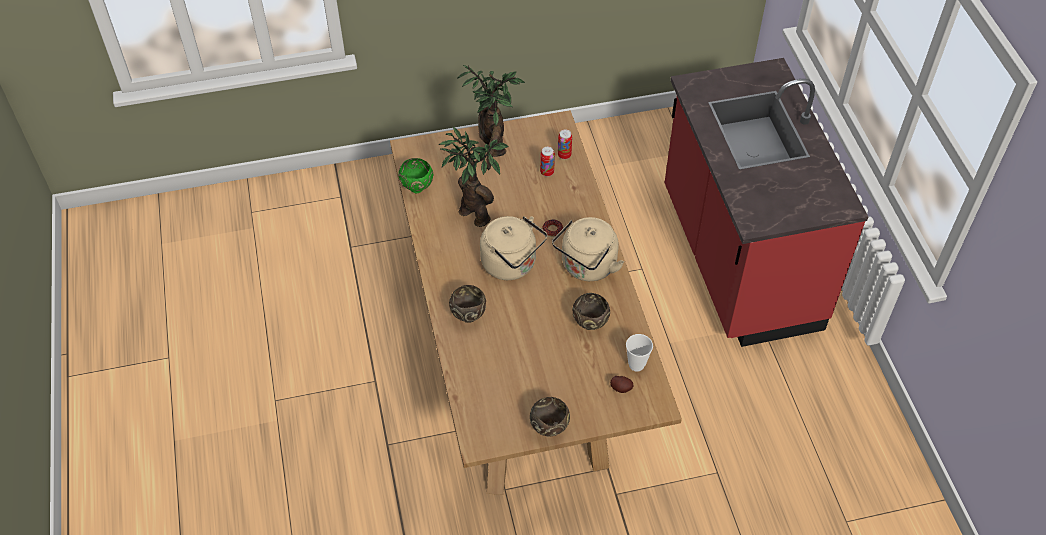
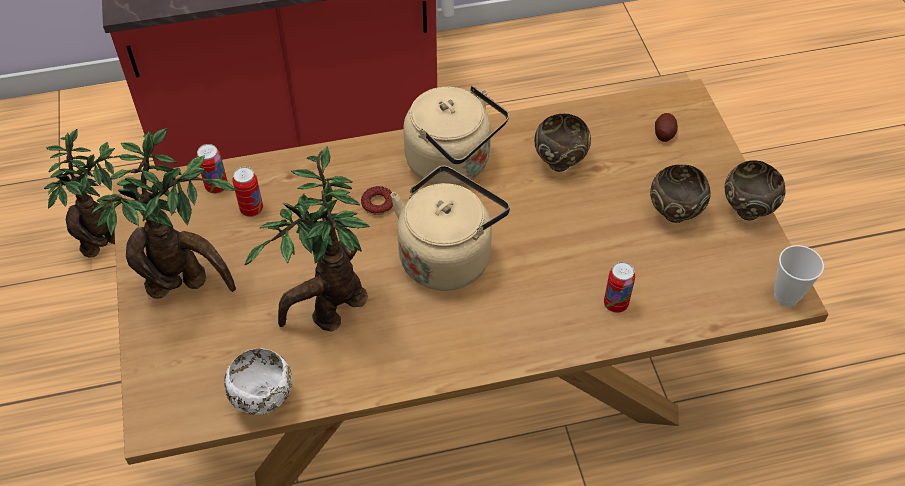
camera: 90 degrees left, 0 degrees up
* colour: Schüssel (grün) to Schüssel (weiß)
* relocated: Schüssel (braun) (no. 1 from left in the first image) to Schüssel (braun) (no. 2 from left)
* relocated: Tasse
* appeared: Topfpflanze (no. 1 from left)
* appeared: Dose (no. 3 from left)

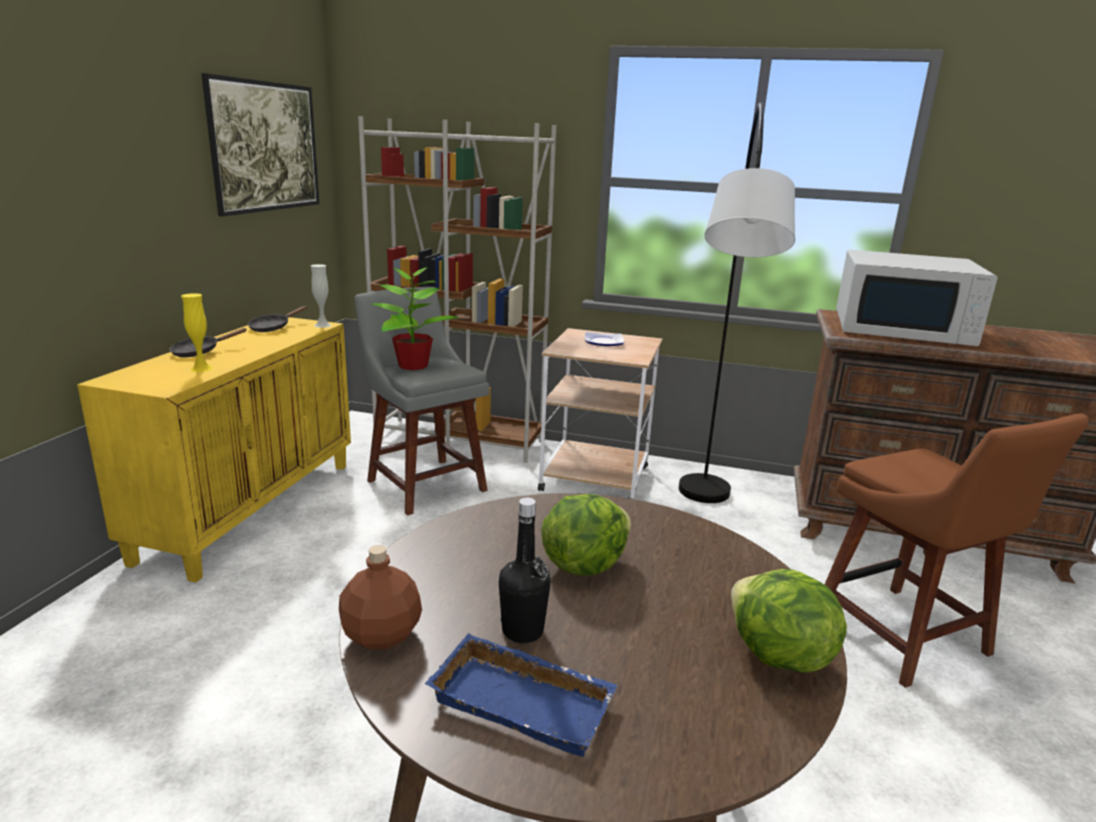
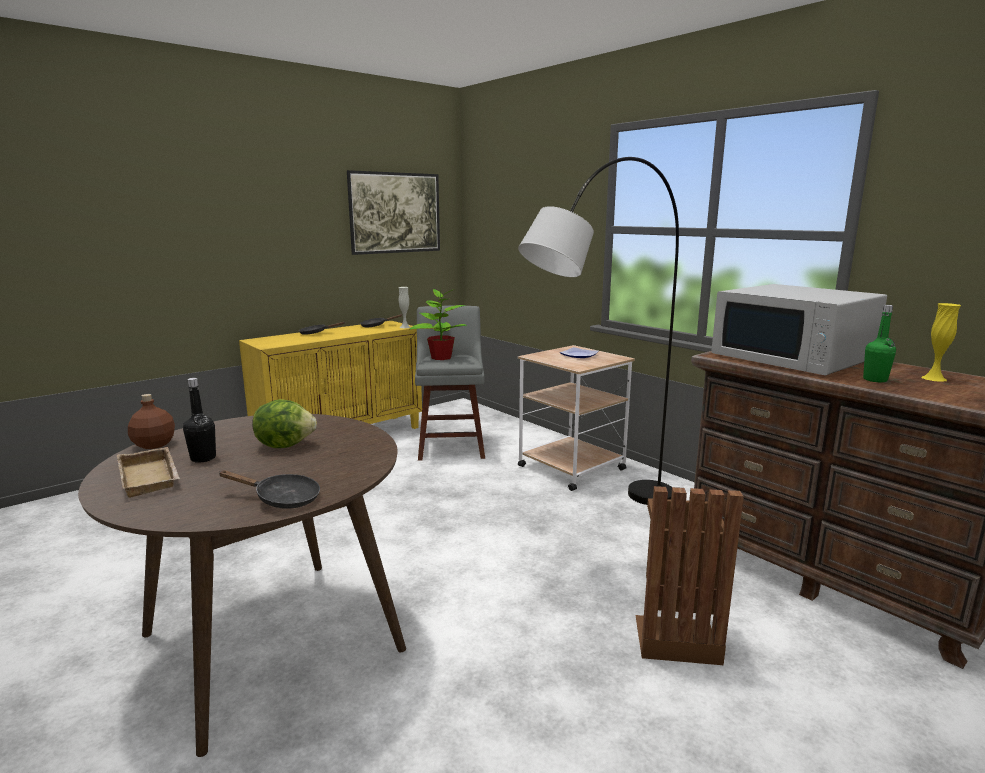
camera: 35 degrees right, 5 degrees down
* relocated: Vase (gelb)
* missing: Bücherregal (braun)
* colour: Tablett (blau) to Tablett (beige)
* exchanged: Salatkopf (no. 2 from left) to Pfanne (schwarz) (no. 1 from left)
* exchanged: Hocker (braun) to Mülleimer (braun)
* appeared: Flasche (grün)

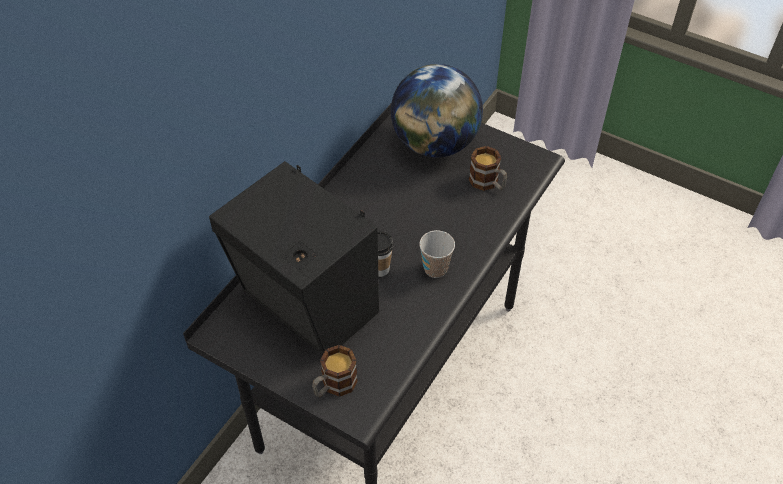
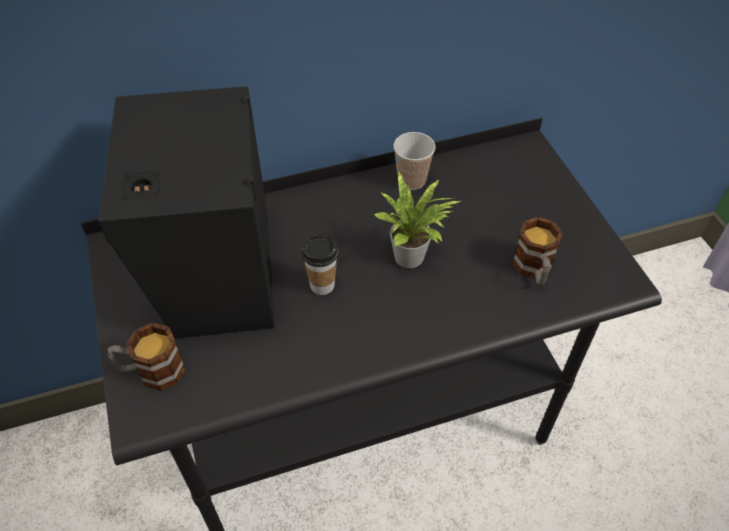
camera: 40 degrees right, 0 degrees up
* missing: Globus
* relocated: Tasse (no. 2 from left)
* appeared: Topfpflanze

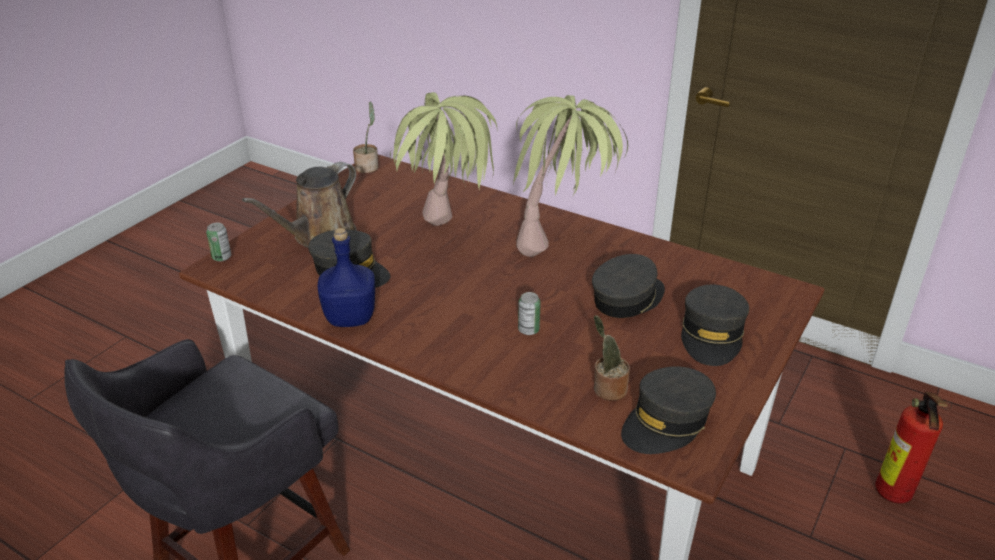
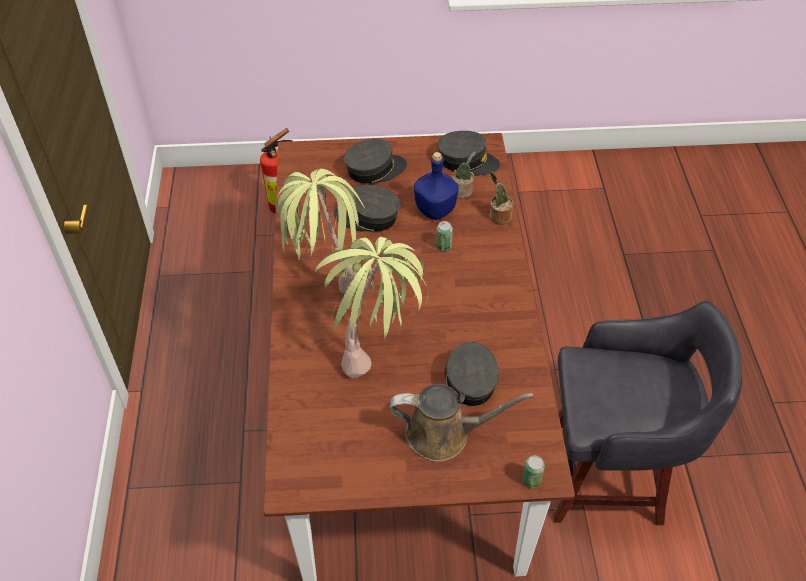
camera: 125 degrees left, 15 degrees up
* relocated: Flasche (blau)
* relocated: Topfpflanze (no. 1 from left in the first image) to Topfpflanze (no. 4 from left)

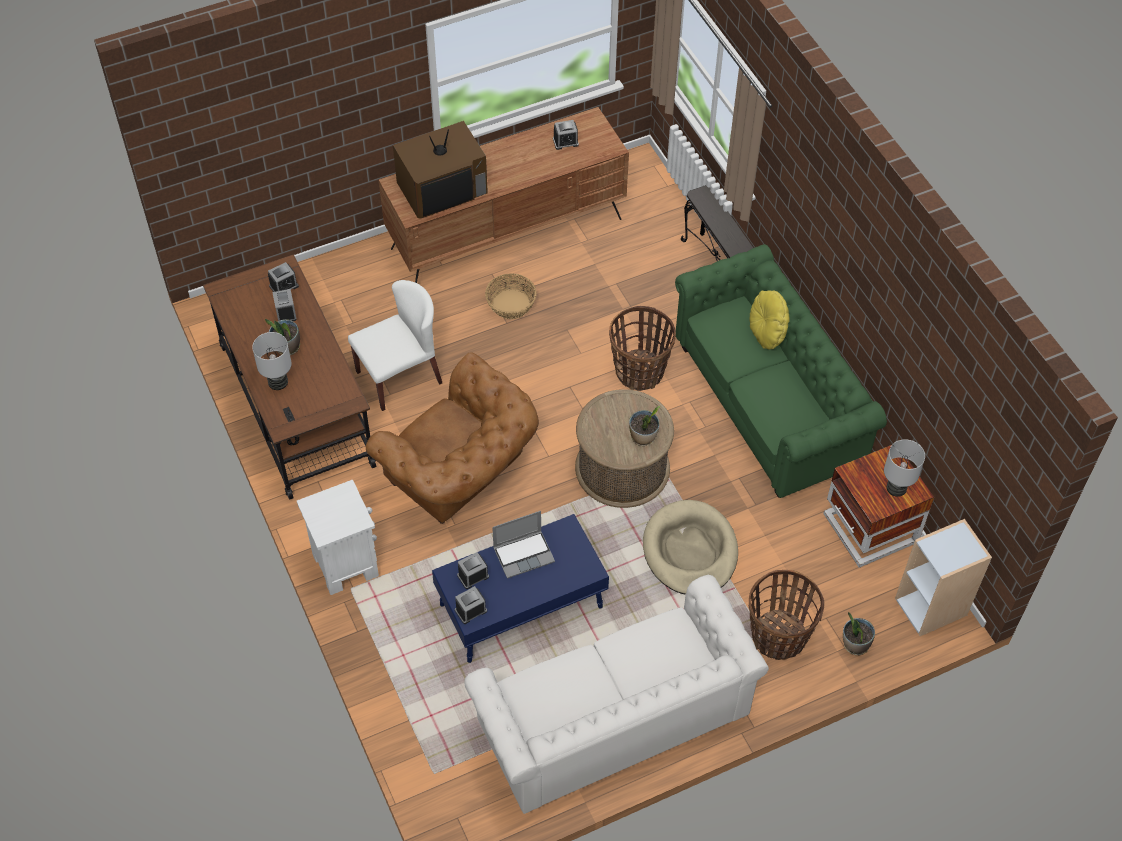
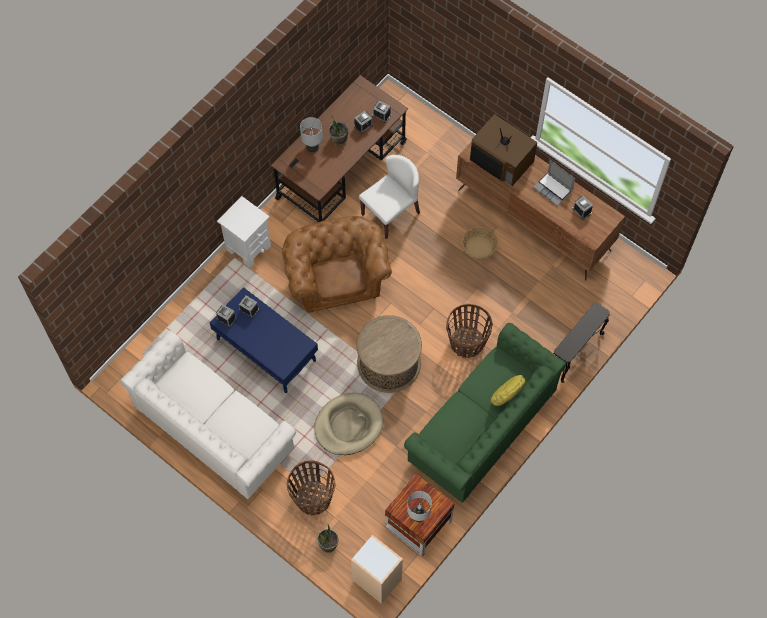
camera: 65 degrees right, 10 degrees up
* spun: Stuhl (weiß) 75 degrees counterclockwise
* spun: Sessel (braun) 150 degrees clockwise
* relocated: Laptop
* missing: Topfpflanze (no. 2 from left)

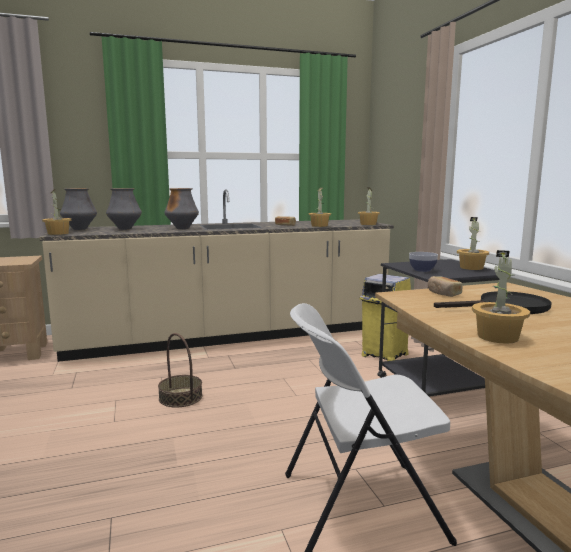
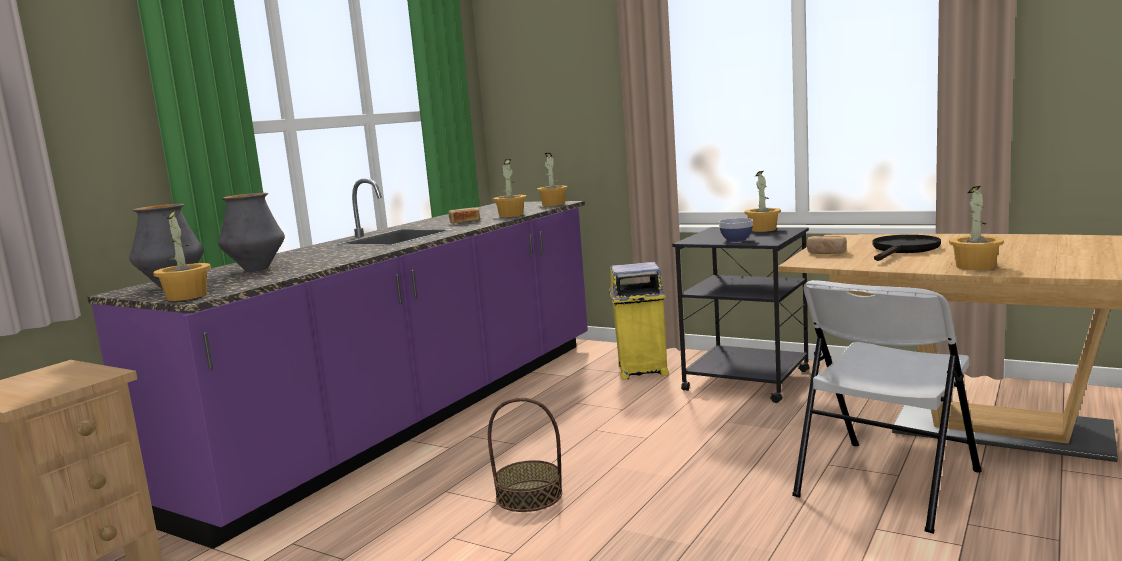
camera: 40 degrees left, 0 degrees up
* colour: Küchenzeile (beige) to Küchenzeile (lila)
* missing: Vase (no. 3 from left)

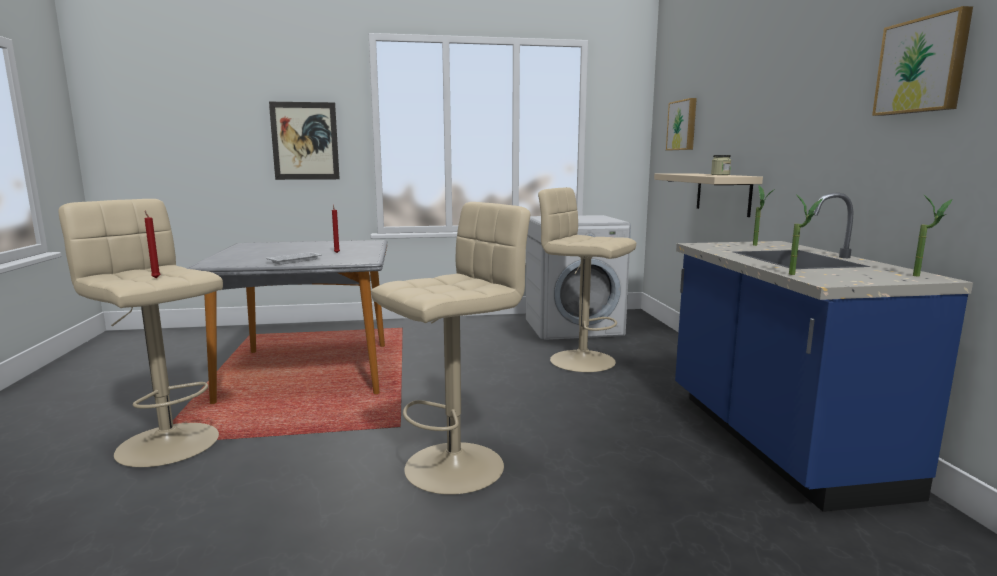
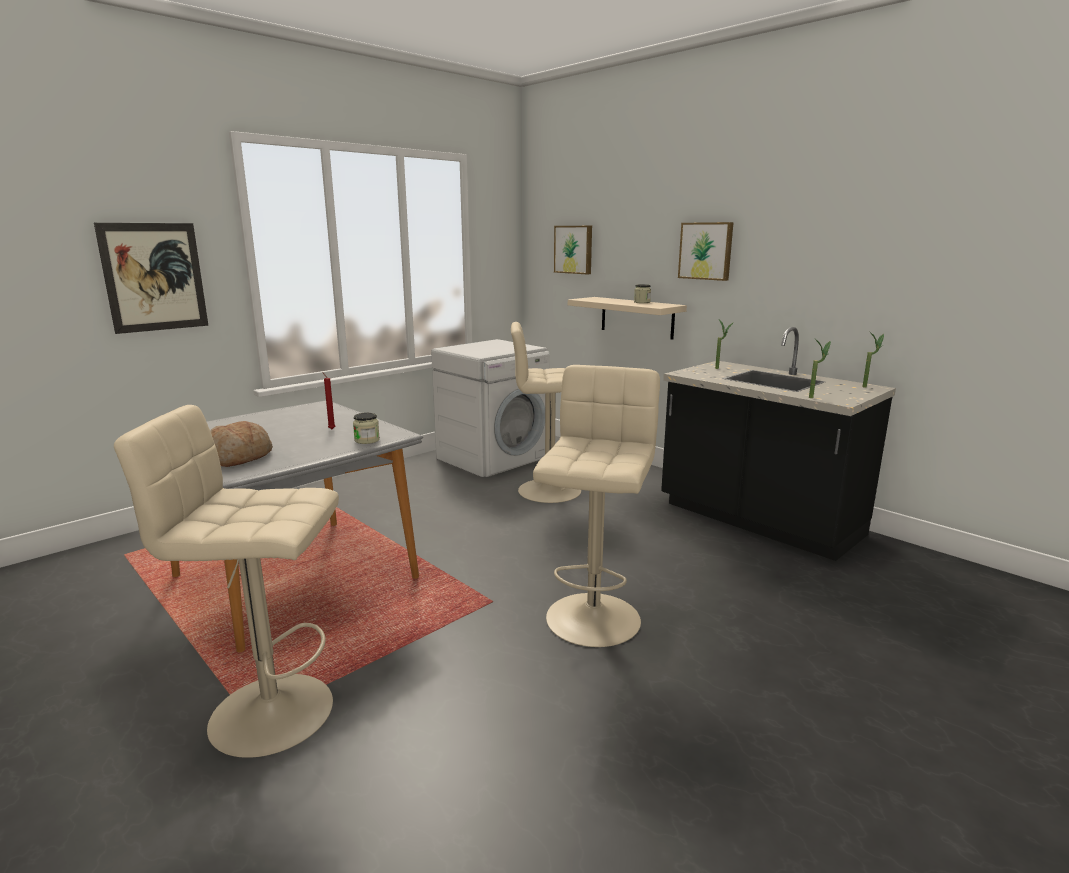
camera: 35 degrees left, 5 degrees up
* missing: Kerze (rot) (no. 1 from left)
* missing: Tablett (weiß)
* colour: Küchenzeile (blau) to Küchenzeile (schwarz)
* relocated: Bild (no. 3 from left)
* appeared: Brot
* appeared: Vorratsglas (no. 1 from left)

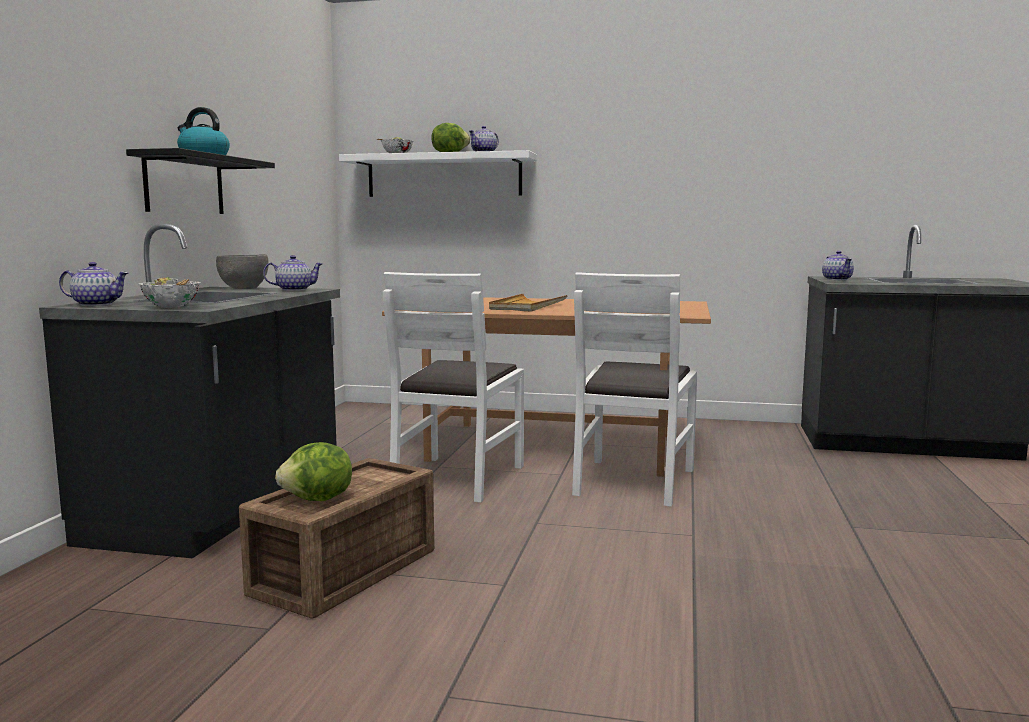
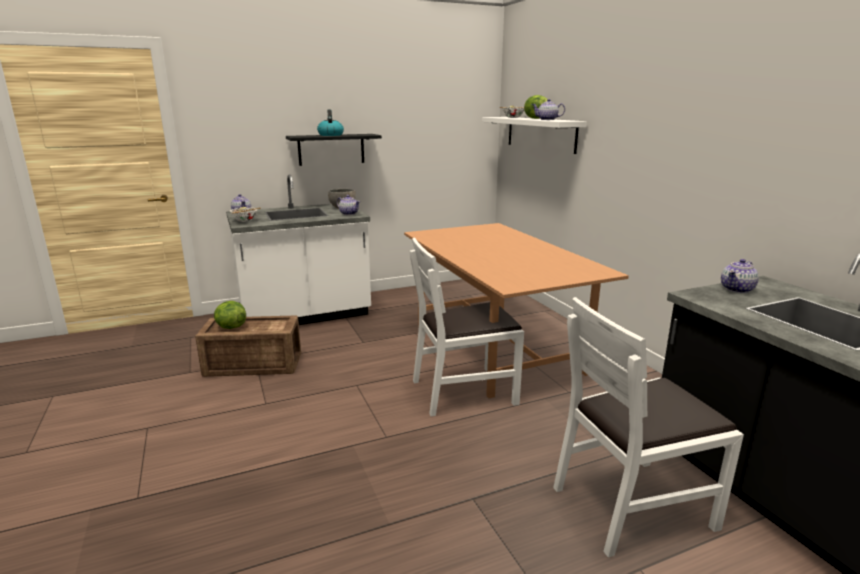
camera: 55 degrees right, 10 degrees up
* colour: Küchenzeile (schwarz) (no. 1 from left) to Küchenzeile (weiß)
* relocated: Stuhl (weiß) (no. 1 from left in the first image) to Stuhl (weiß) (no. 2 from left)
* missing: Tablett (beige)

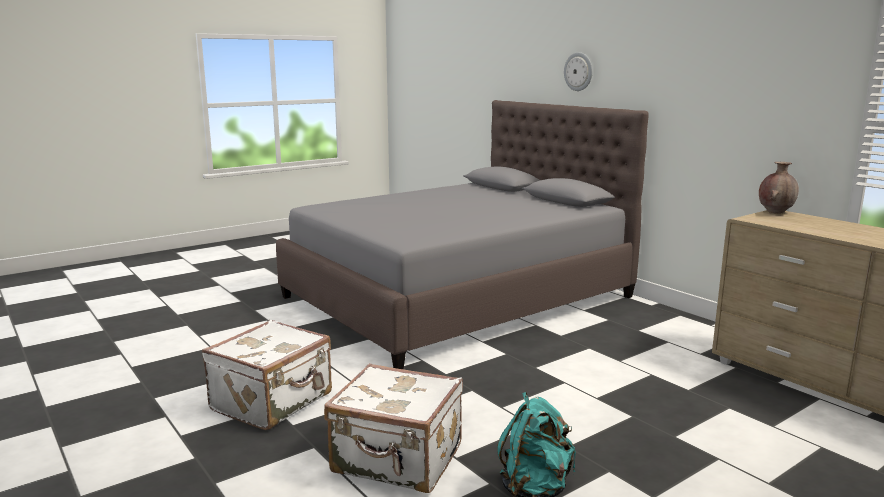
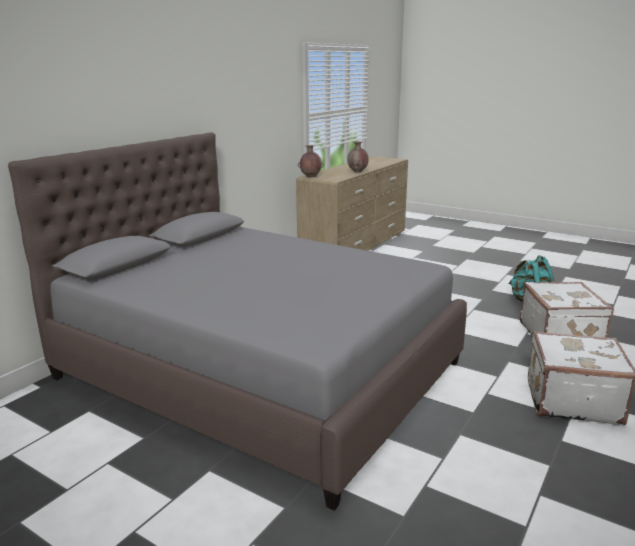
camera: 110 degrees left, 5 degrees up
* missing: Wanduhr
* appeared: Vase (braun) (no. 2 from left)

